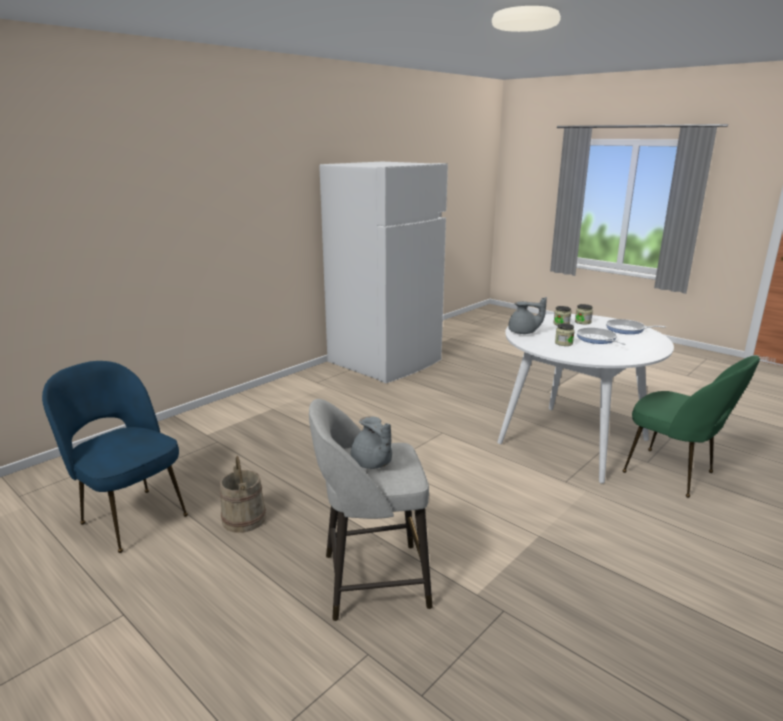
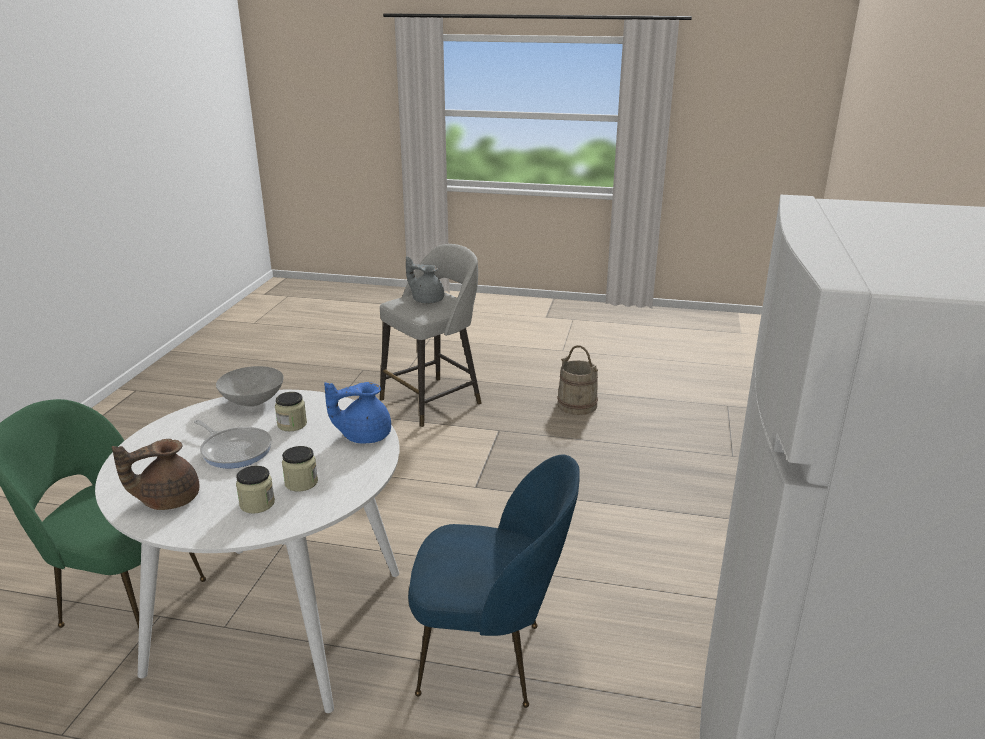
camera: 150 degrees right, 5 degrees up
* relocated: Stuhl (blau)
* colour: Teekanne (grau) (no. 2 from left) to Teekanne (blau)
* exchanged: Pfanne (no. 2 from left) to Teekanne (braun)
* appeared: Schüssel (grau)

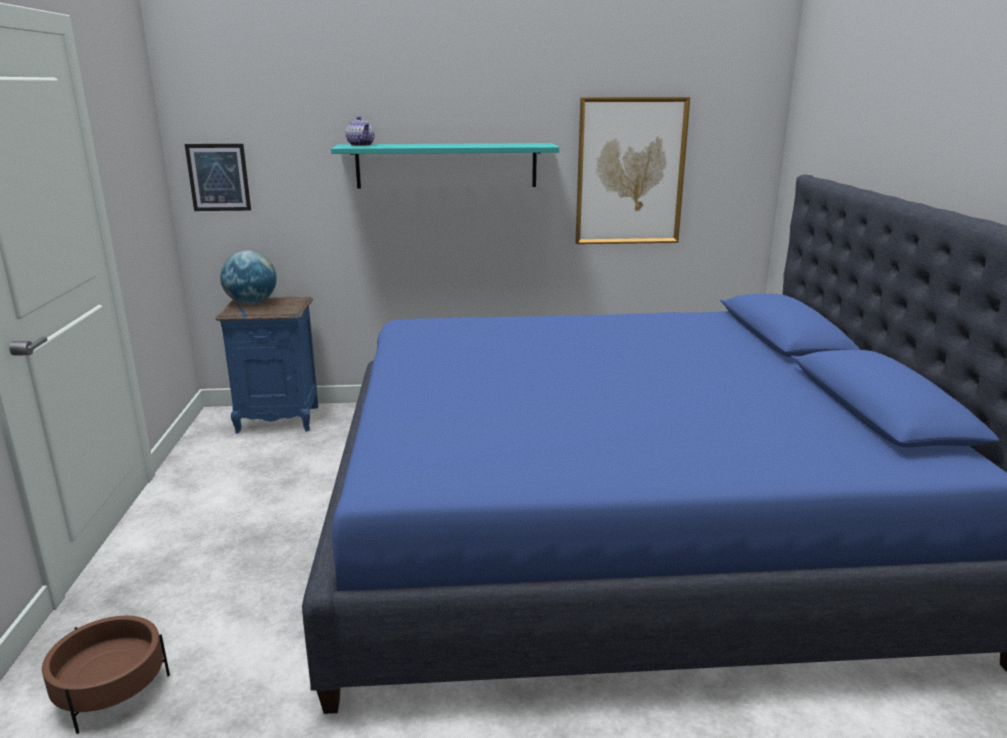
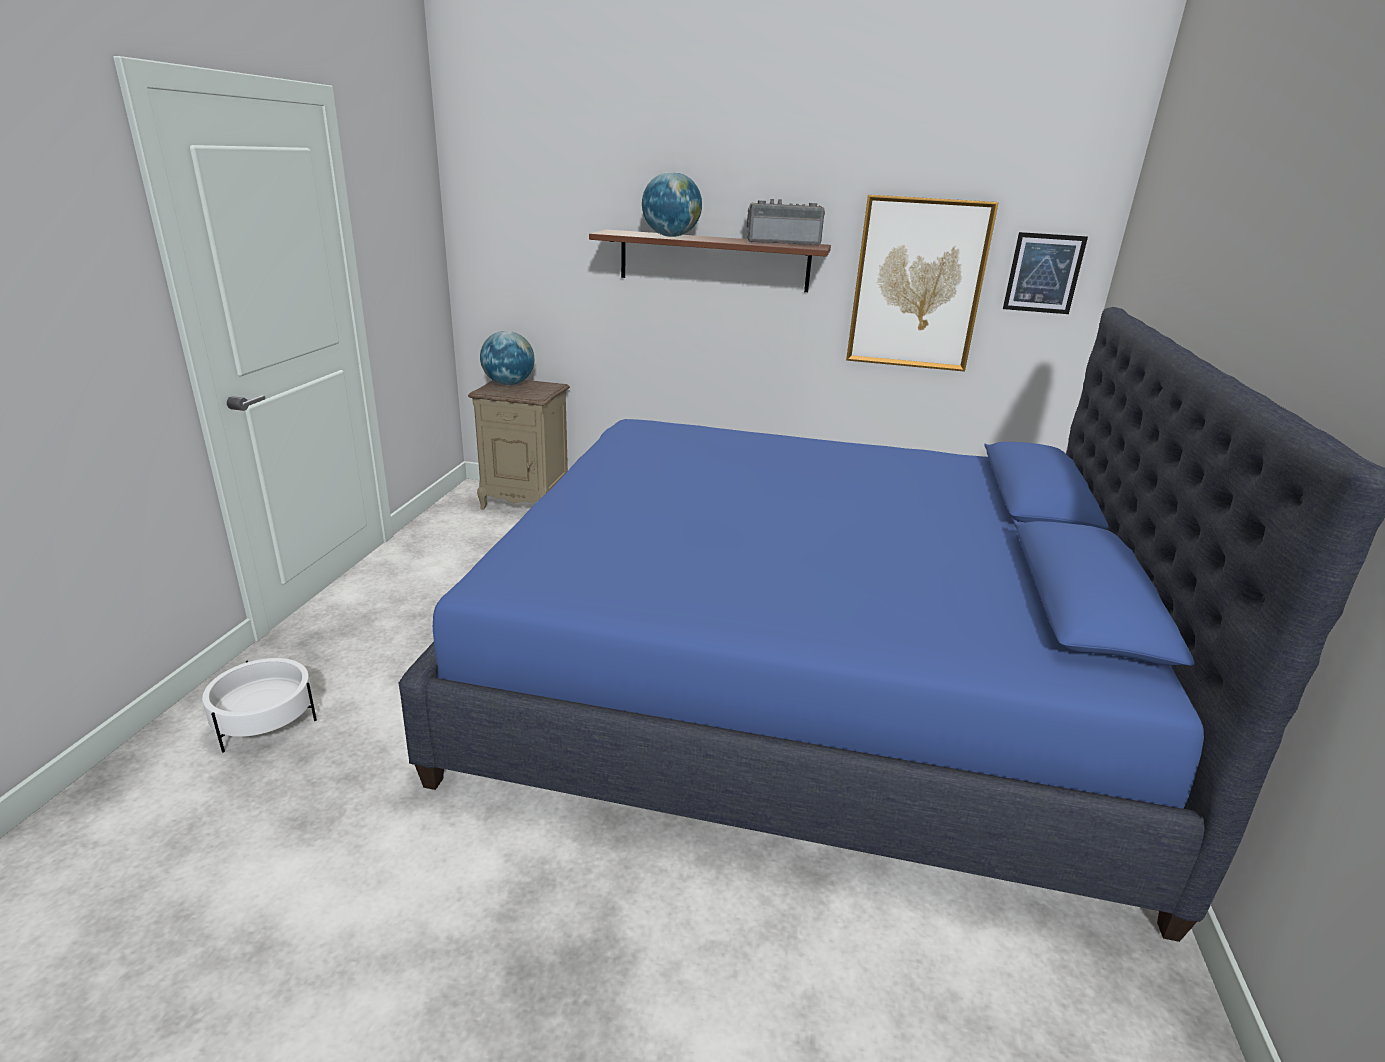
camera: 15 degrees right, 5 degrees up
* colour: Pflanzkübel (braun) to Pflanzkübel (weiß)
* relocated: Bild (no. 1 from left in the first image) to Bild (no. 2 from left)
* colour: Nachttisch (blau) to Nachttisch (beige)
* colour: Wandregal (türkis) to Wandregal (braun)
* missing: Teekanne
* appeared: Globus (no. 2 from left)
* appeared: Radio

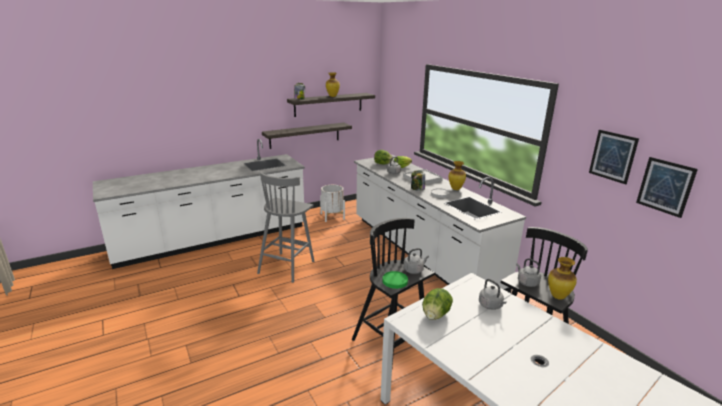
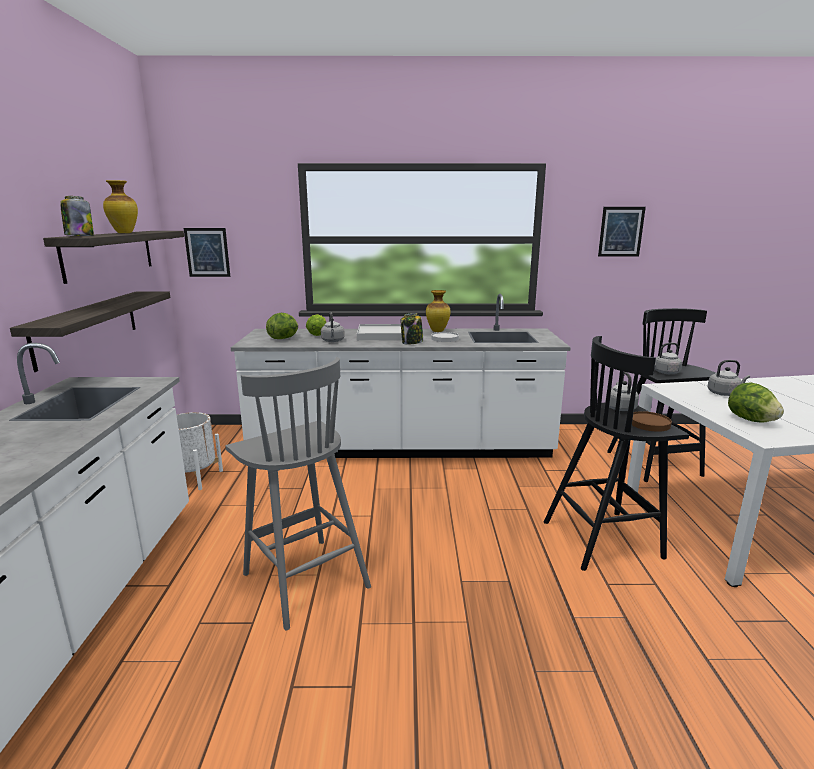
camera: 60 degrees left, 5 degrees down
* colour: Teller (grün) to Teller (braun)
* missing: Vase (no. 3 from left)
* relocated: Bild (no. 2 from left in the first image) to Bild (no. 1 from left)

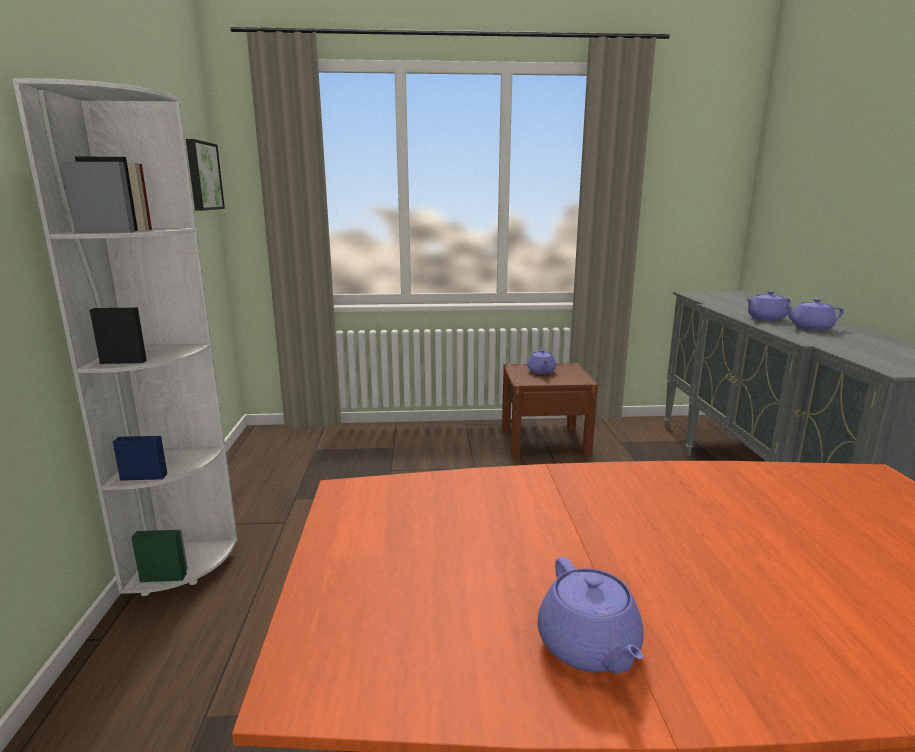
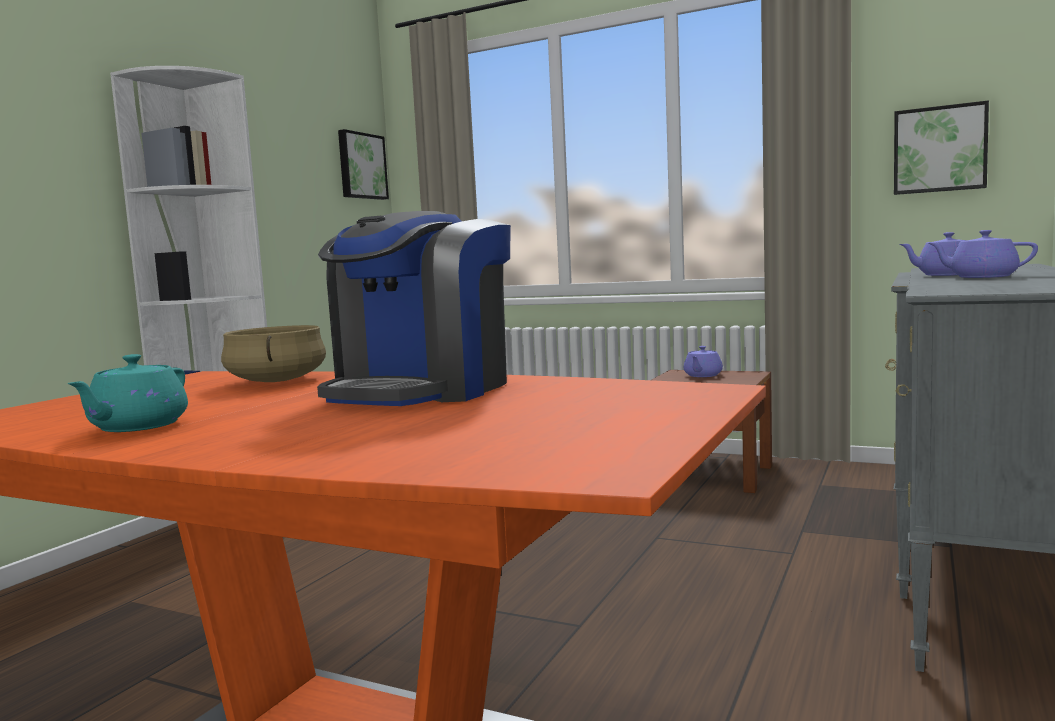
camera: 30 degrees right, 10 degrees down
* colour: Teekanne (lila) (no. 2 from left) to Teekanne (türkis)
* appeared: Kochtopf (beige)
* appeared: Kaffeemaschine
* appeared: Bild (no. 2 from left)

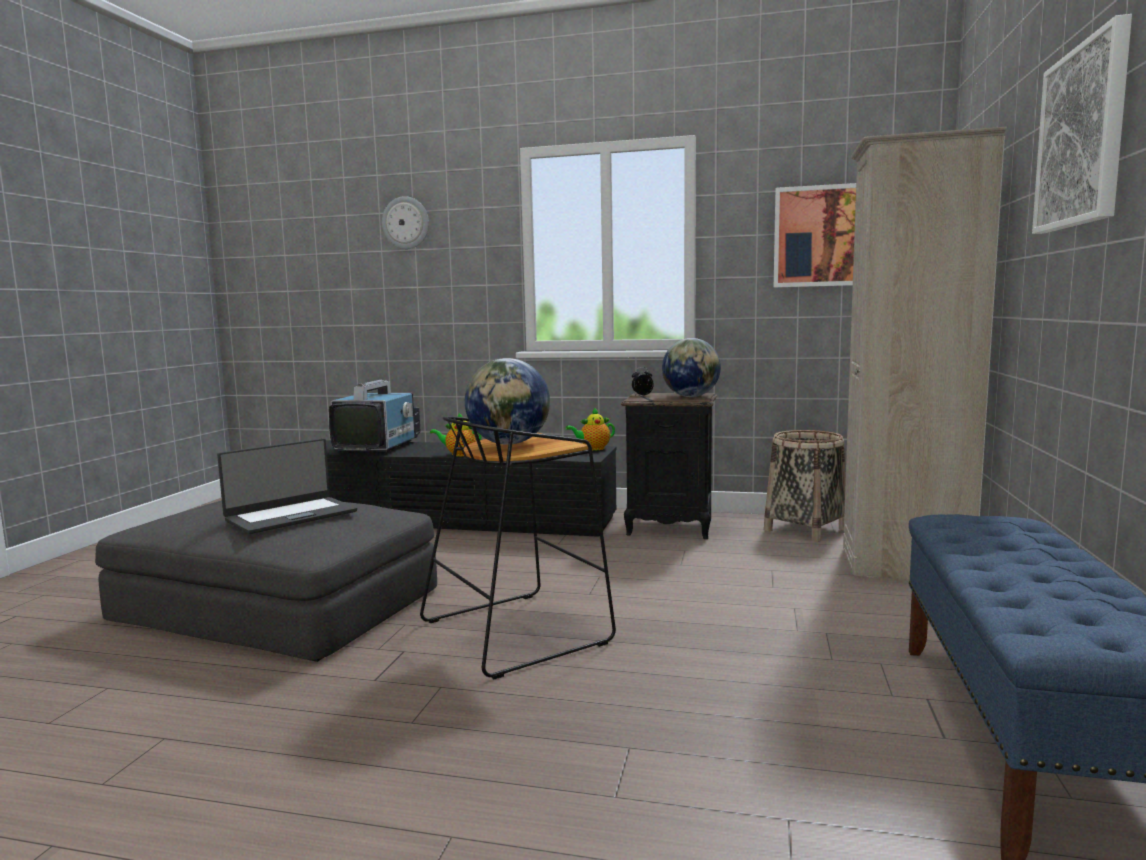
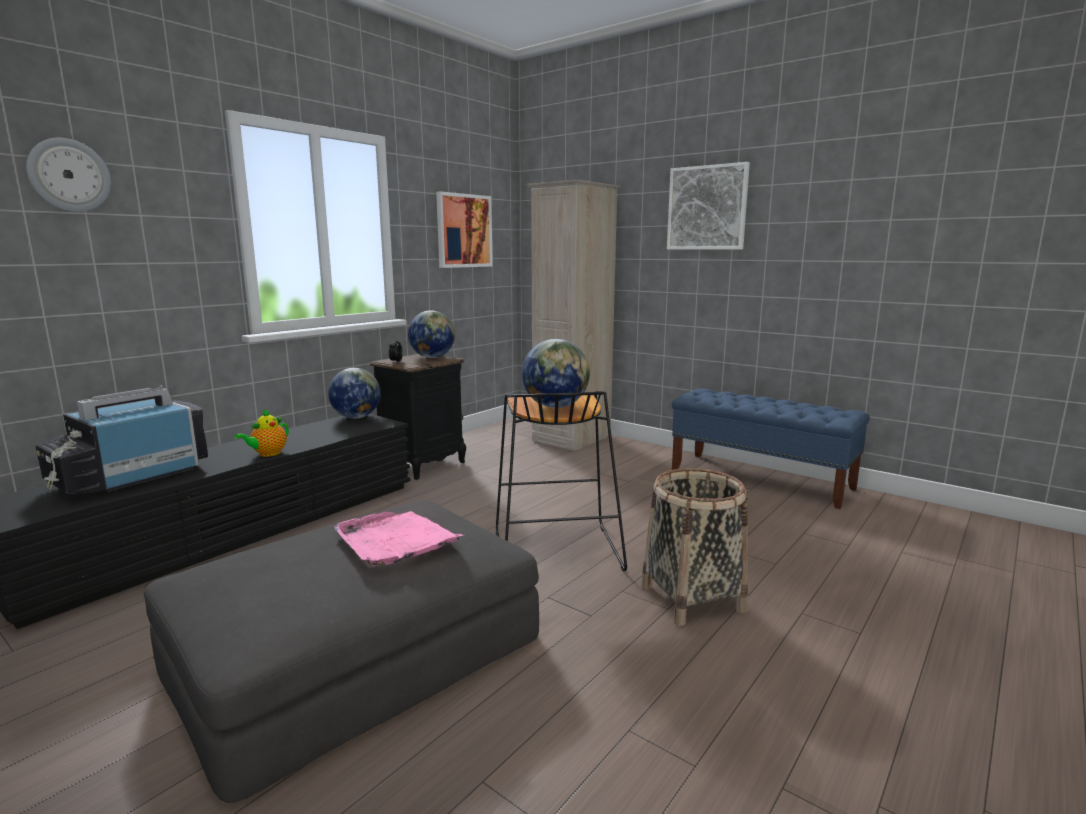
camera: 65 degrees left, 5 degrees up
* exchanged: Laptop to Tablett (rosa)
* spun: Fernseher 90 degrees counterclockwise
* exchanged: Teekanne (no. 2 from left) to Globus (no. 1 from left)
* relocated: Korb

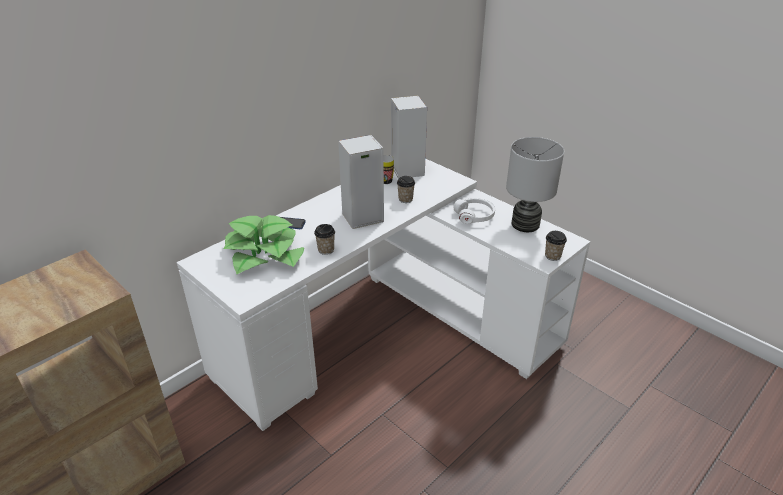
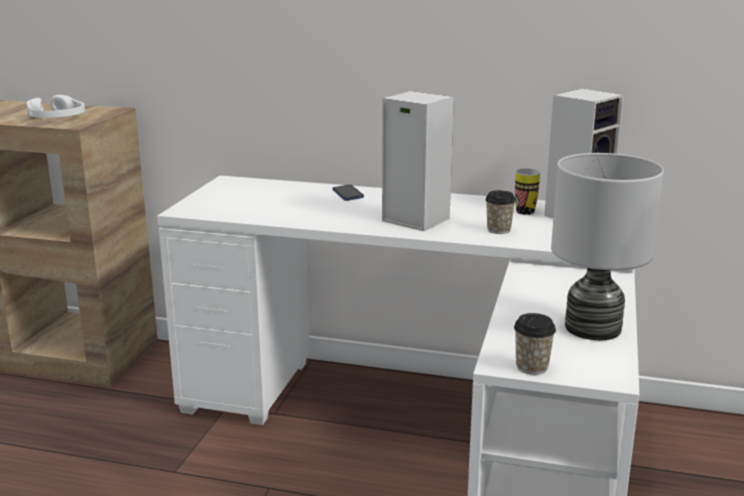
camera: 60 degrees right, 15 degrees down
* missing: Topfpflanze
* missing: Tasse (no. 1 from left)
* relocated: Kopfhörer (weiß)

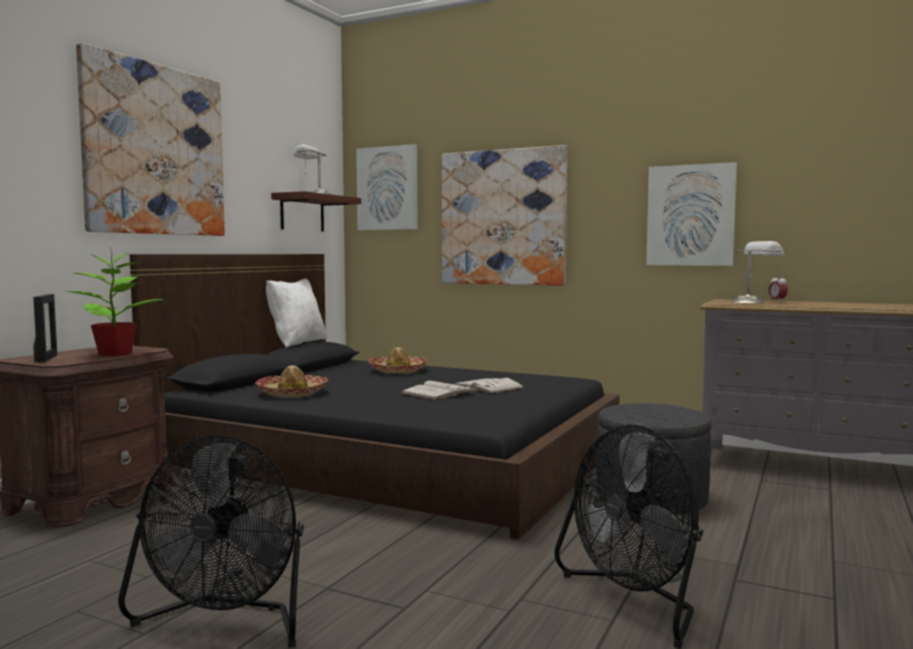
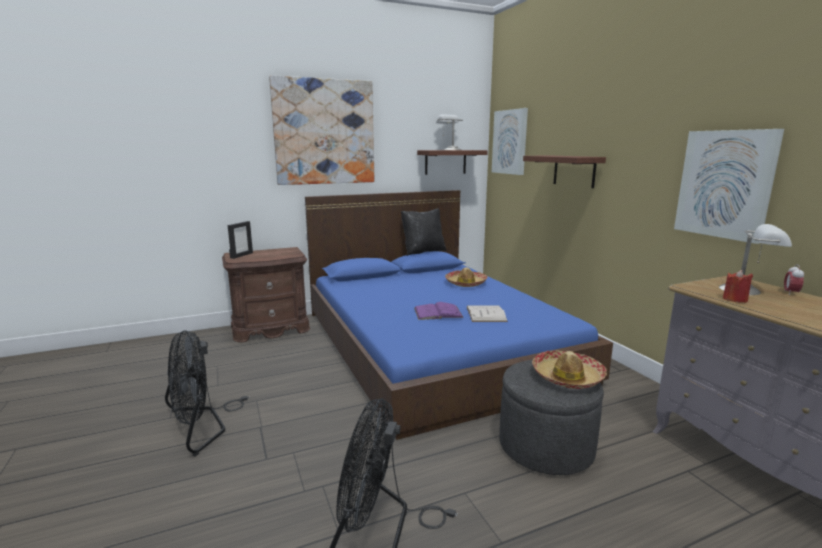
camera: 40 degrees right, 10 degrees up
* missing: Topfpflanze
* colour: Bett (schwarz) to Bett (blau)
* relocated: Hut (no. 1 from left in the first image) to Hut (no. 2 from left)
* colour: Kissen (weiß) to Kissen (schwarz)
* colour: Buch (weiß) (no. 1 from left) to Buch (lila)
* exchanged: Bild (no. 3 from left) to Wandregal (no. 2 from left)
* appeared: Kerze (rot)

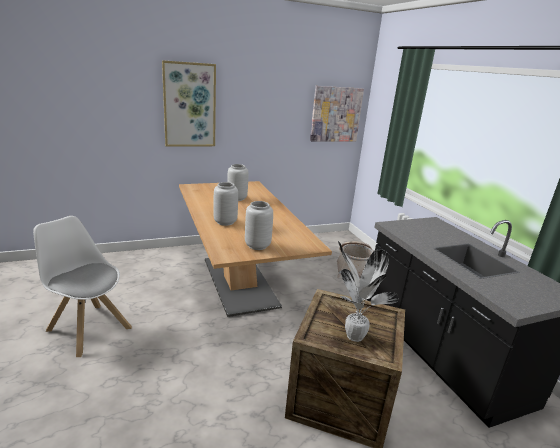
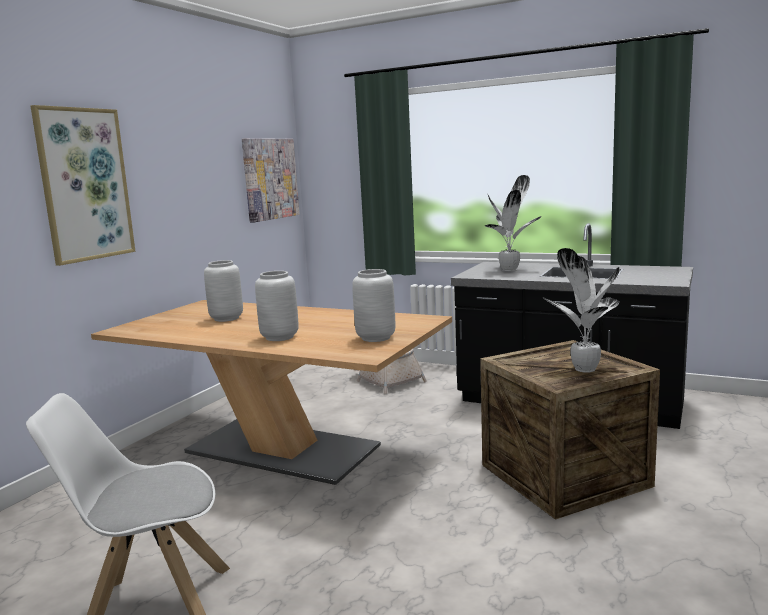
camera: 40 degrees left, 10 degrees down
* appeared: Topfpflanze (no. 1 from left)

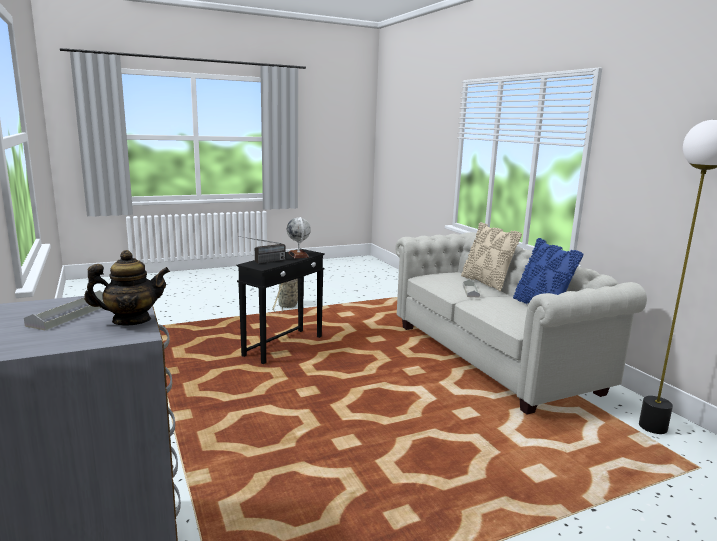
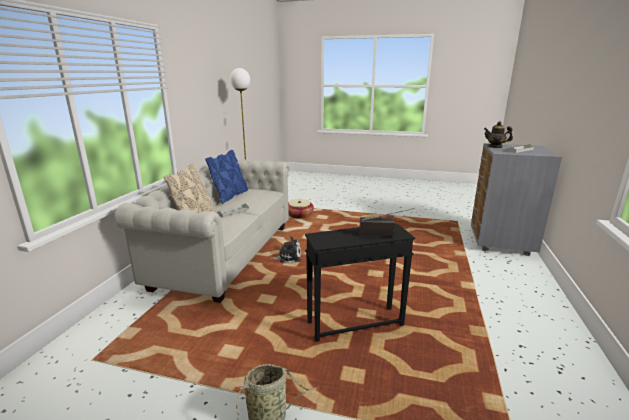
camera: 140 degrees left, 5 degrees up
* missing: Globus
* appeared: Plüschtier
* appeared: Korb (no. 2 from left)

